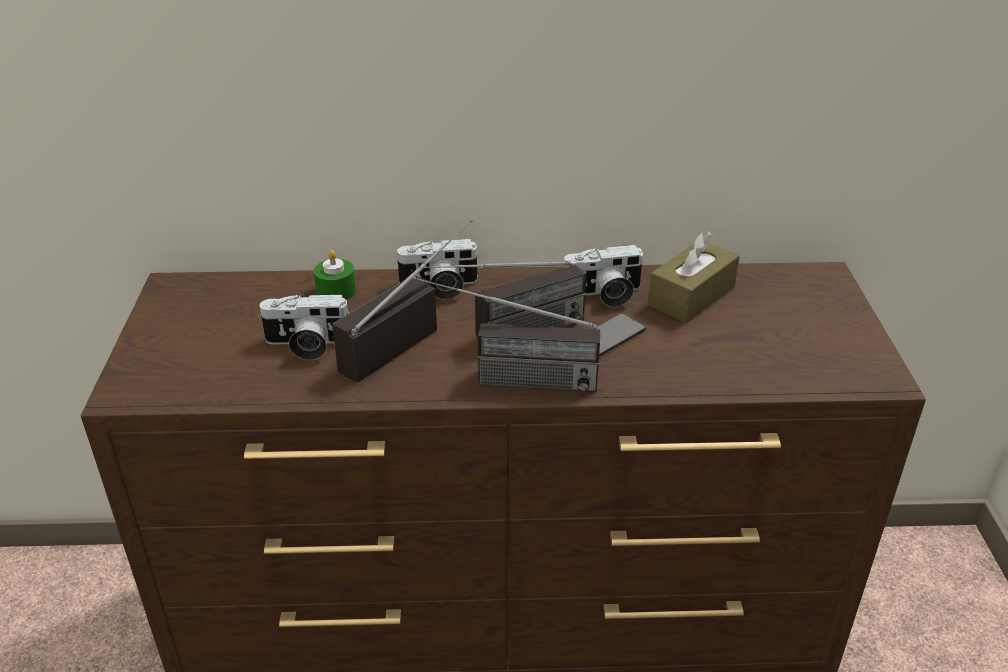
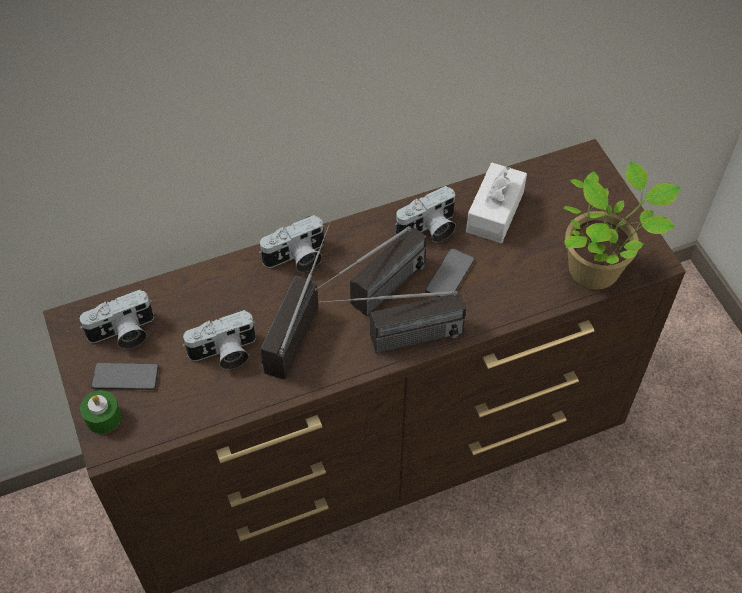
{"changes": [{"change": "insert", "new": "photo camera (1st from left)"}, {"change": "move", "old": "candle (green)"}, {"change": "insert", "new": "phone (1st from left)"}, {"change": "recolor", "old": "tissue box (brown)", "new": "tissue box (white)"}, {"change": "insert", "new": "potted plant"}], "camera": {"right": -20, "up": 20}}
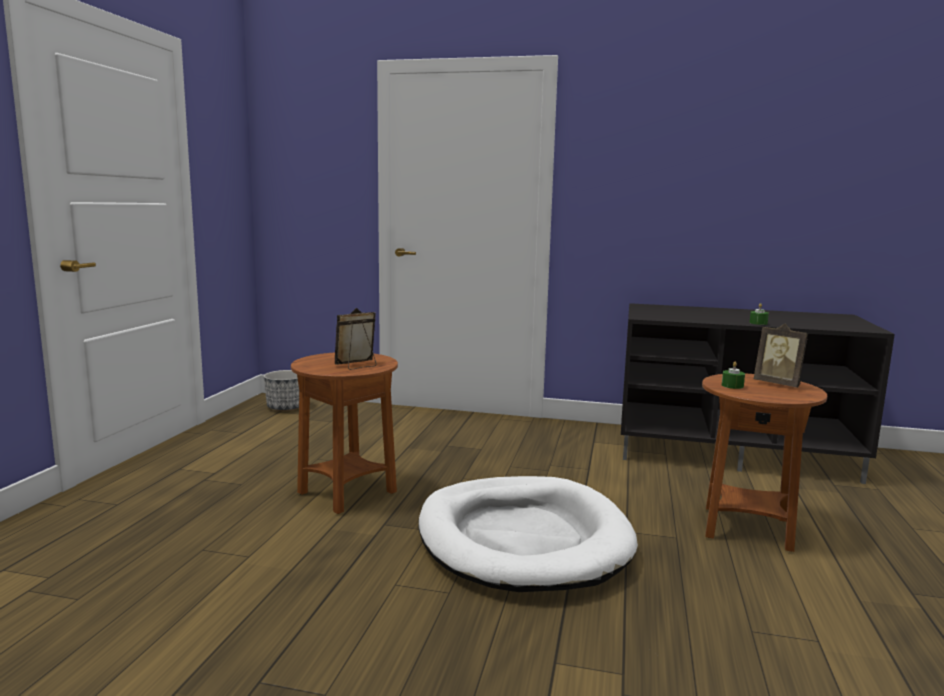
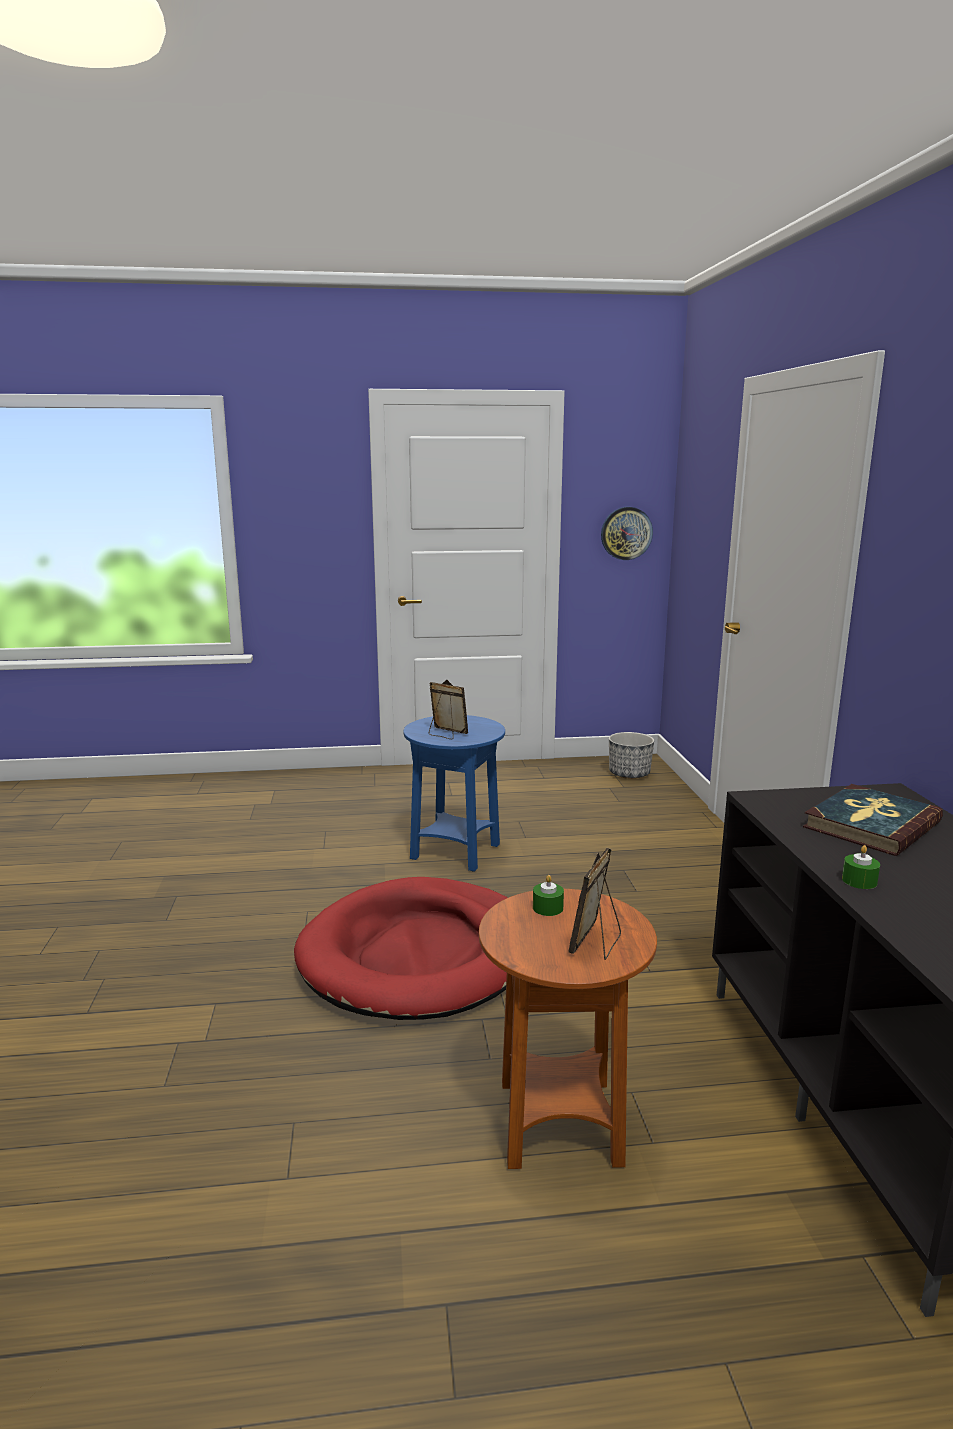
{"changes": [{"change": "recolor", "old": "dog bed (white)", "new": "dog bed (red)"}, {"change": "recolor", "old": "side table (brown) (1st from left)", "new": "side table (blue)"}, {"change": "insert", "new": "wall clock"}, {"change": "insert", "new": "book"}], "camera": {"right": 70, "up": 5}}
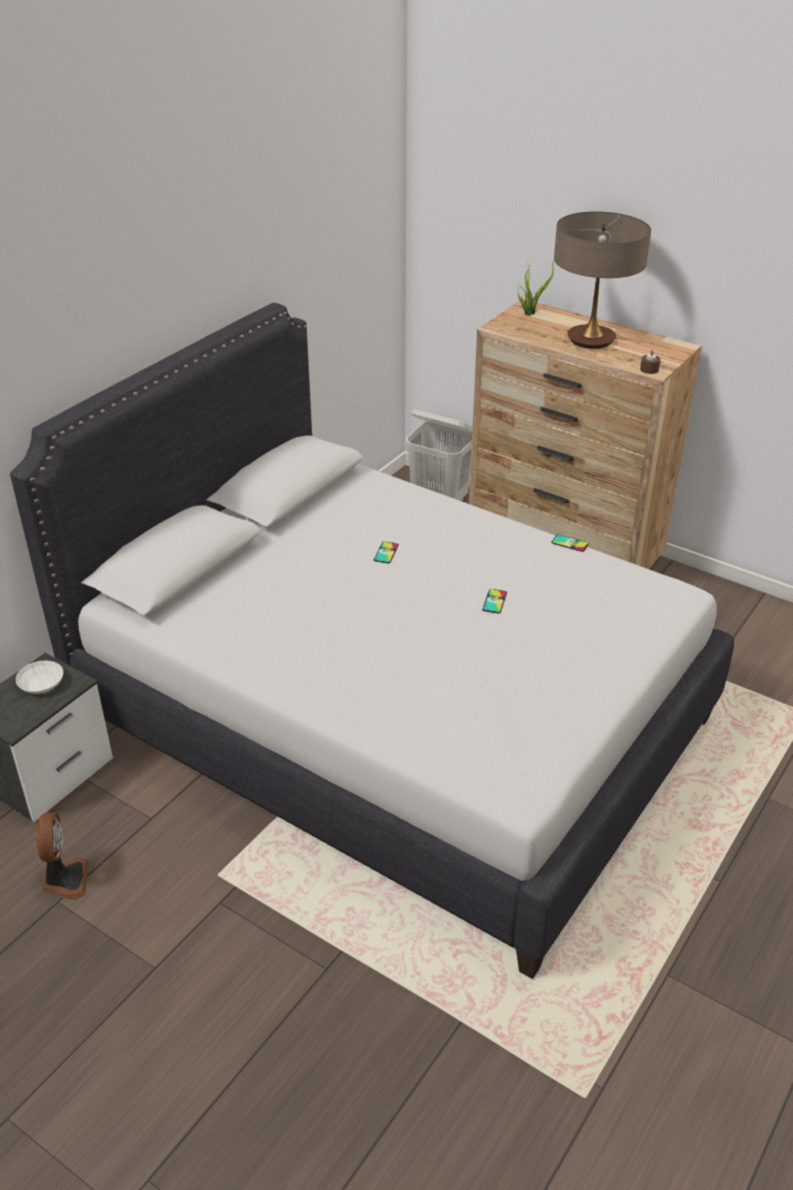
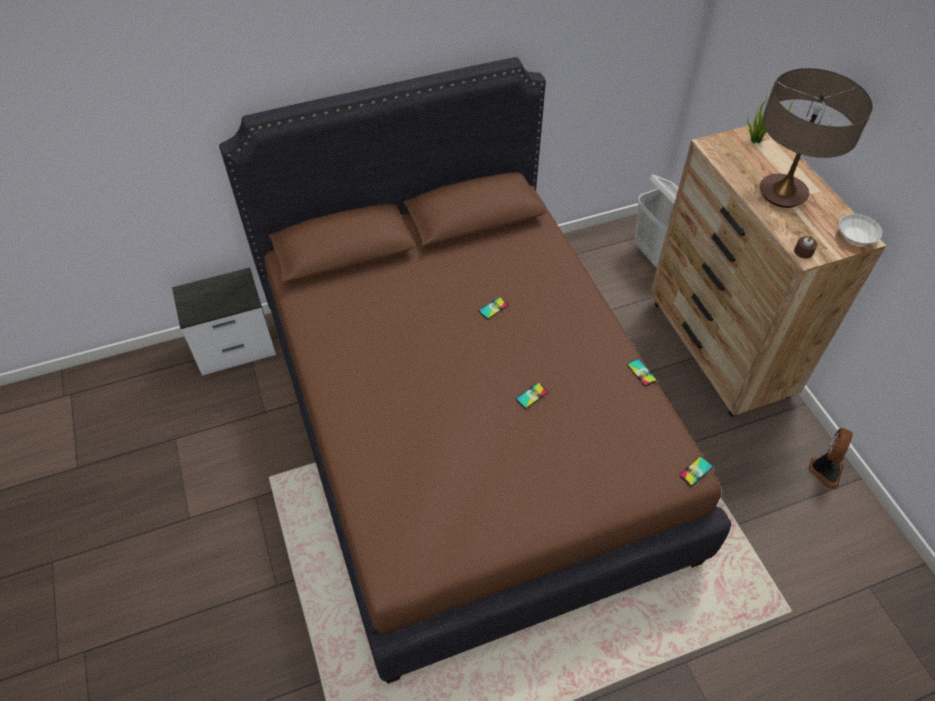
{"changes": [{"change": "recolor", "old": "bed (white)", "new": "bed (brown)"}, {"change": "insert", "new": "phone (4th from left)"}, {"change": "move", "old": "fan"}, {"change": "move", "old": "bowl (white)"}], "camera": {"right": 35, "up": 15}}
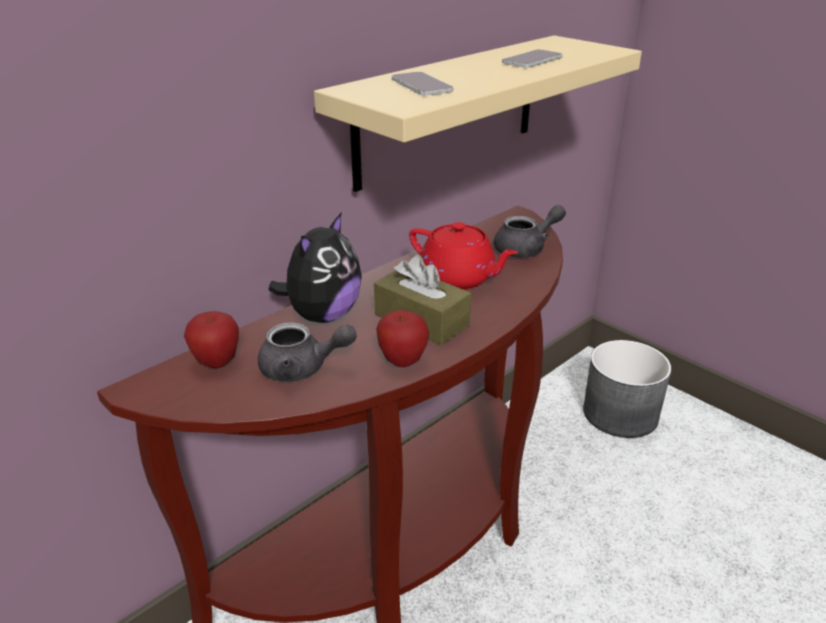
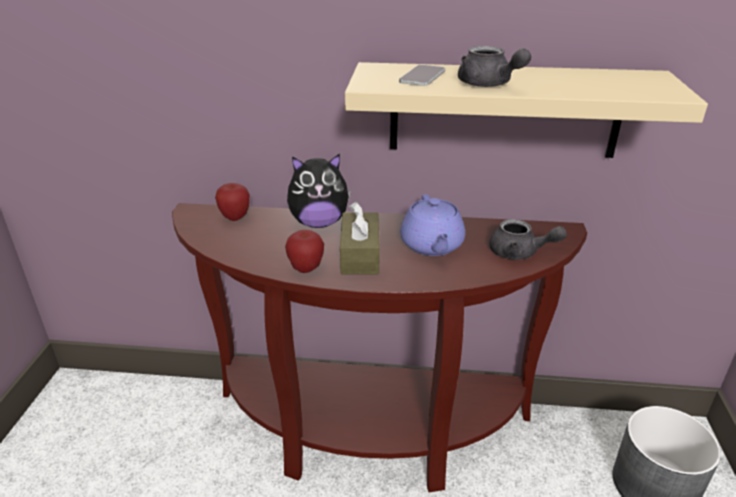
{"changes": [{"change": "recolor", "old": "teapot (red)", "new": "teapot (purple)"}, {"change": "move", "old": "teapot (grey) (1st from left)"}, {"change": "delete", "old": "phone (2nd from left)"}], "camera": {"right": 50, "up": 0}}
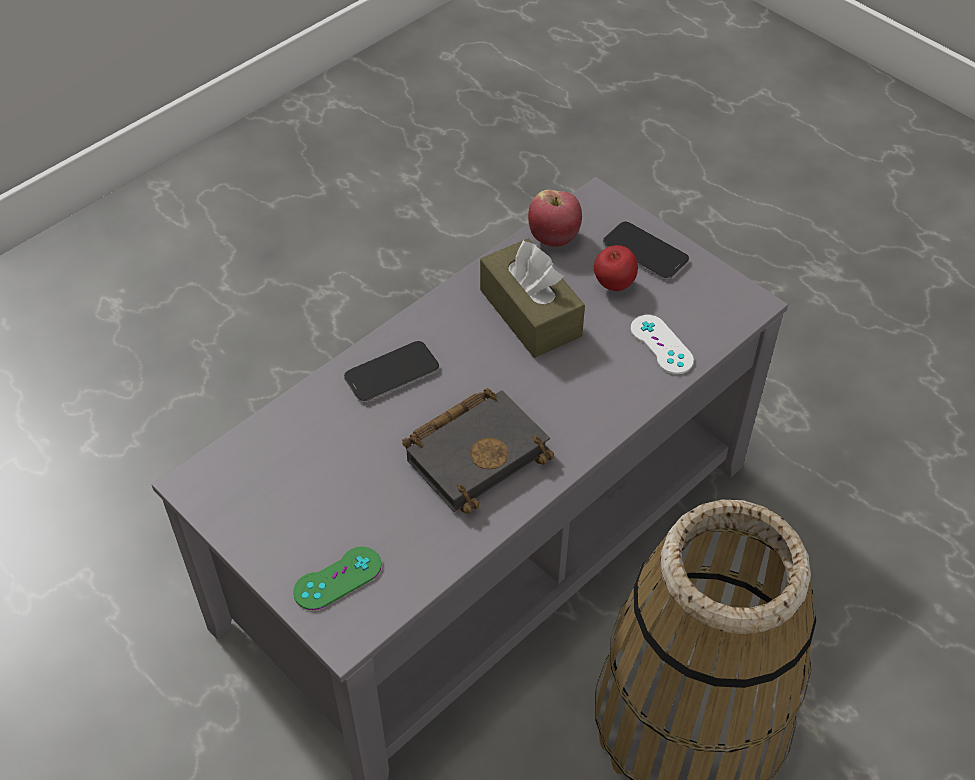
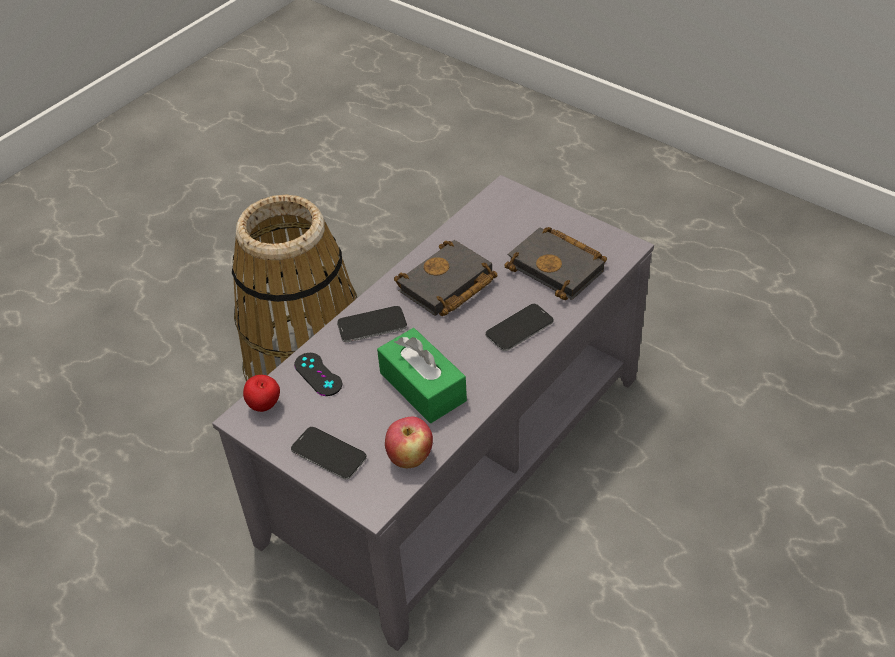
{"changes": [{"change": "move", "old": "apple (2nd from left in the first image)", "new": "apple (1st from left)"}, {"change": "recolor", "old": "game controller (white)", "new": "game controller (black)"}, {"change": "insert", "new": "phone (2nd from left)"}, {"change": "recolor", "old": "tissue box (brown)", "new": "tissue box (green)"}, {"change": "insert", "new": "book (black) (2nd from left)"}, {"change": "delete", "old": "game controller (green)"}], "camera": {"right": 175, "up": -5}}
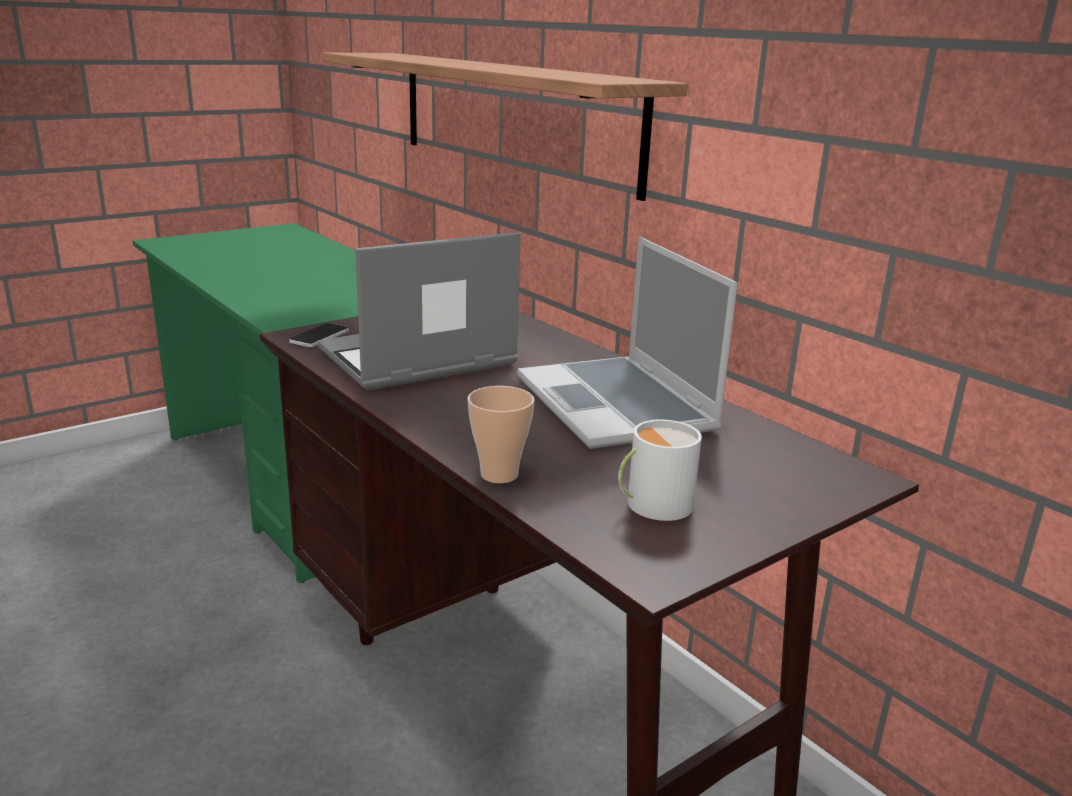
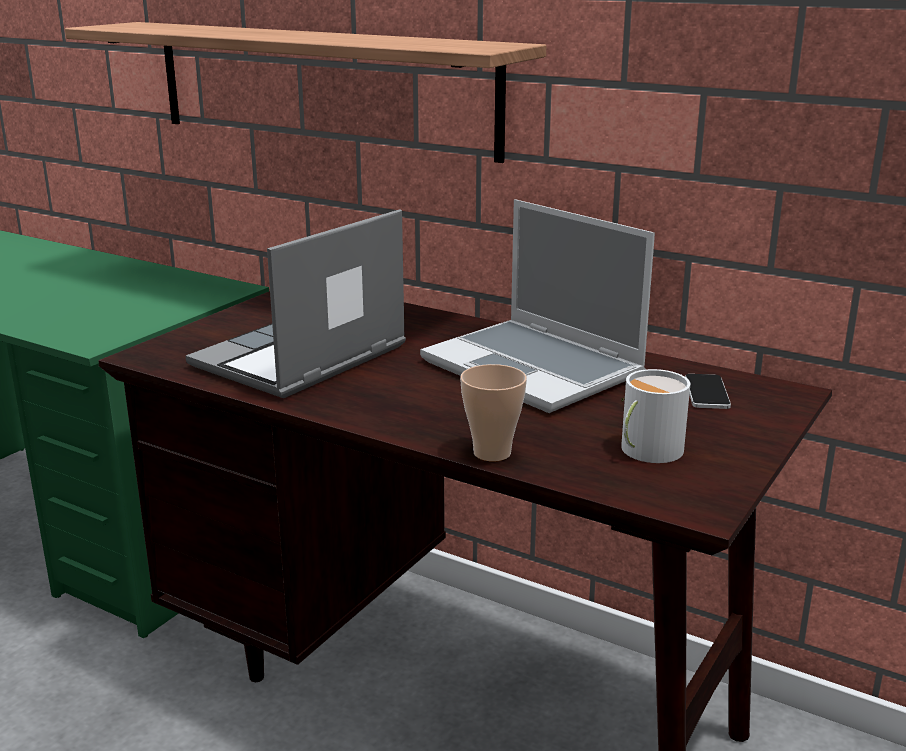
{"changes": [{"change": "move", "old": "phone"}], "camera": {"right": -20, "up": 0}}
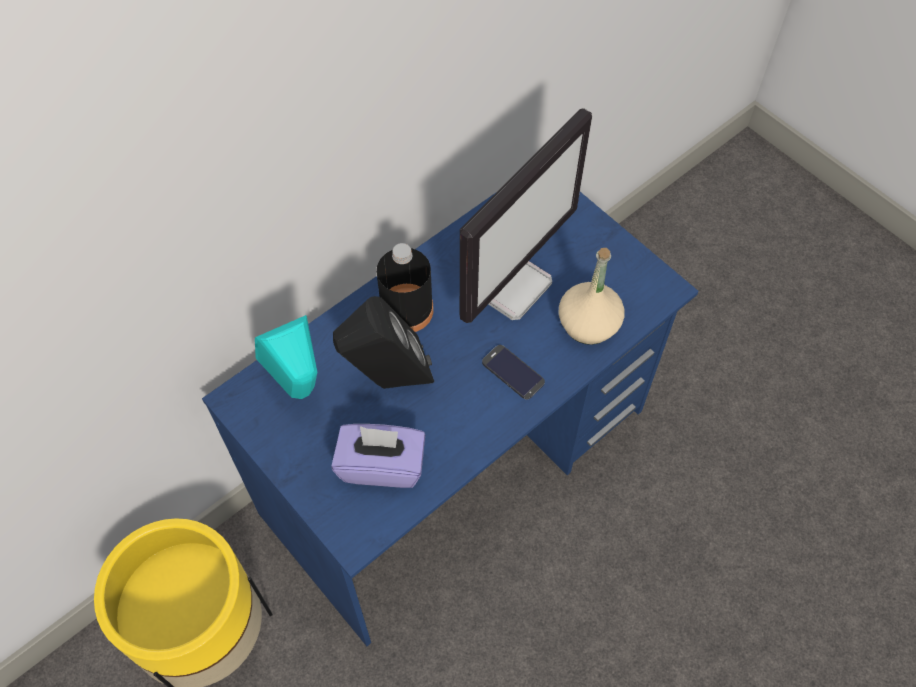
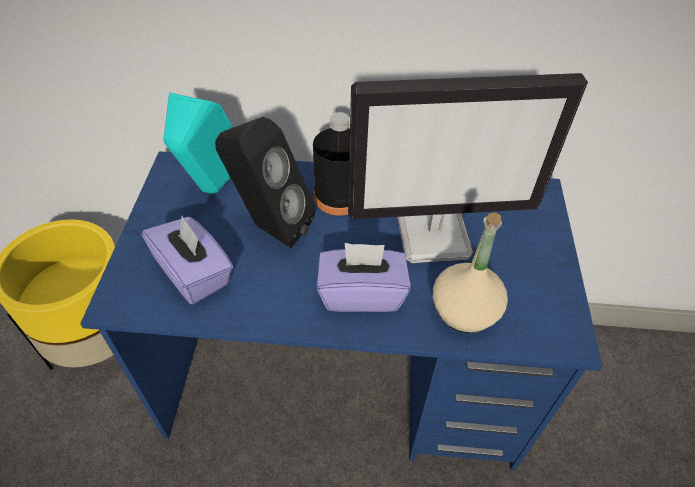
{"changes": [{"change": "replace", "old": "phone", "new": "tissue box (purple) (2nd from left)"}], "camera": {"right": 45, "up": -10}}
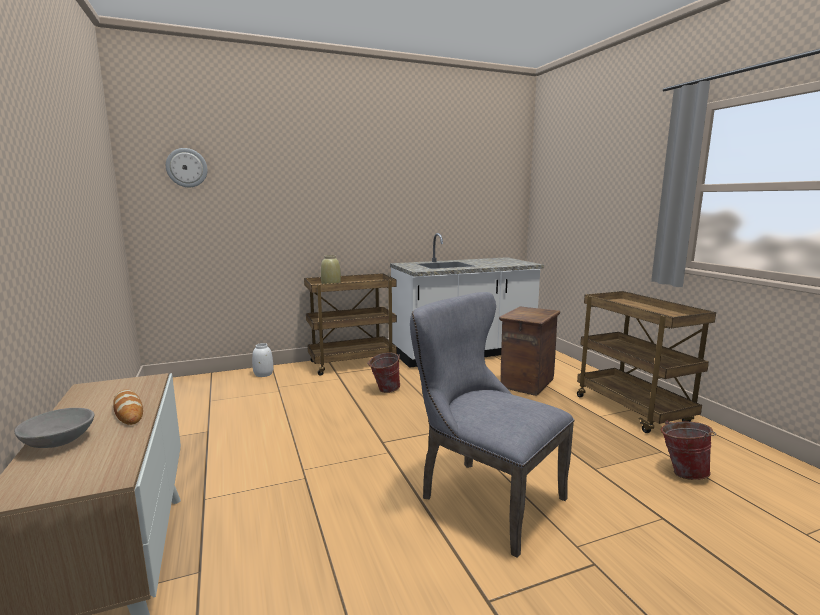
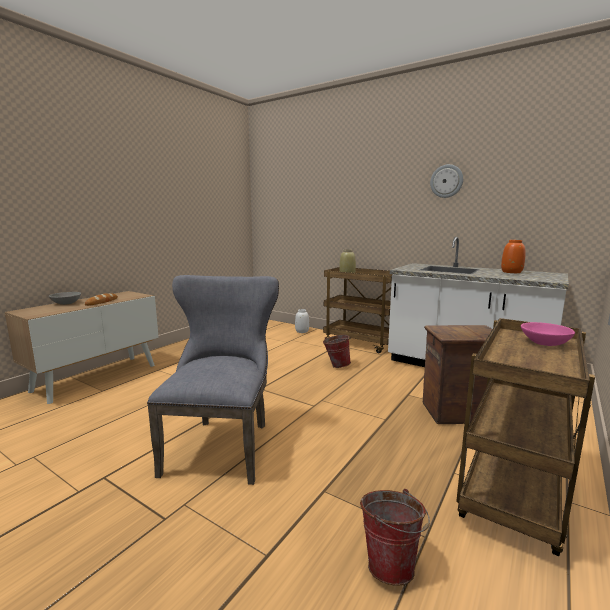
{"changes": [{"change": "move", "old": "wall clock"}, {"change": "insert", "new": "vase (orange)"}, {"change": "insert", "new": "bowl (pink)"}], "camera": {"right": 55, "up": 0}}
